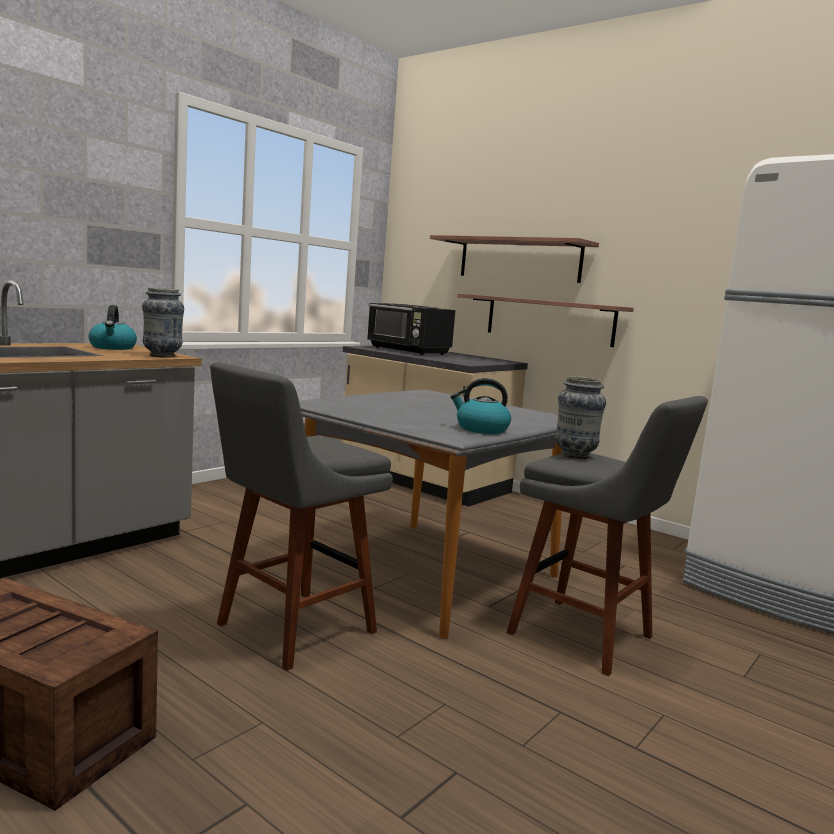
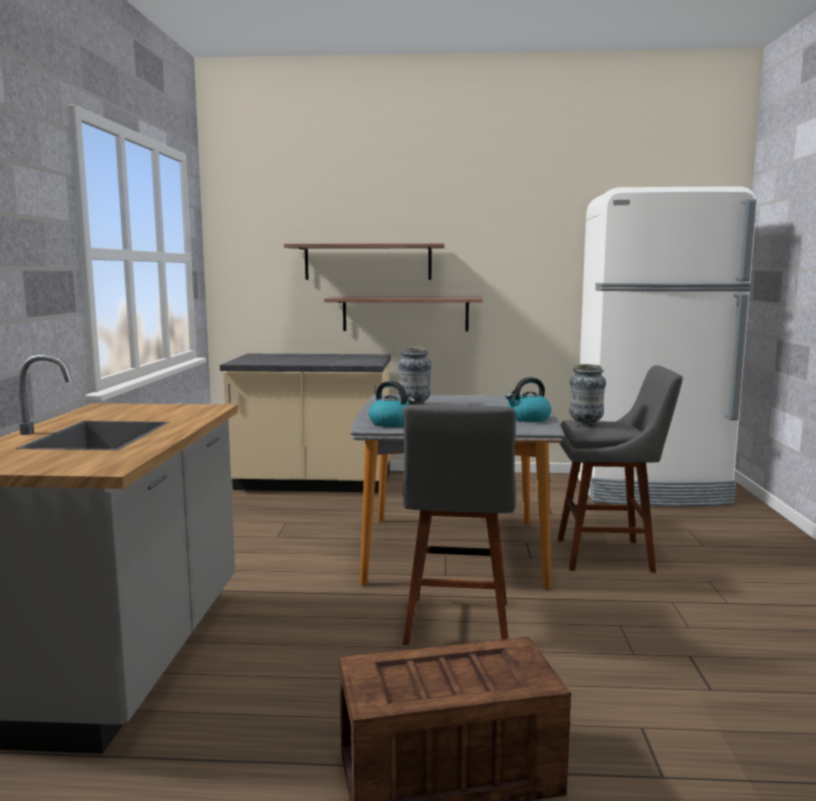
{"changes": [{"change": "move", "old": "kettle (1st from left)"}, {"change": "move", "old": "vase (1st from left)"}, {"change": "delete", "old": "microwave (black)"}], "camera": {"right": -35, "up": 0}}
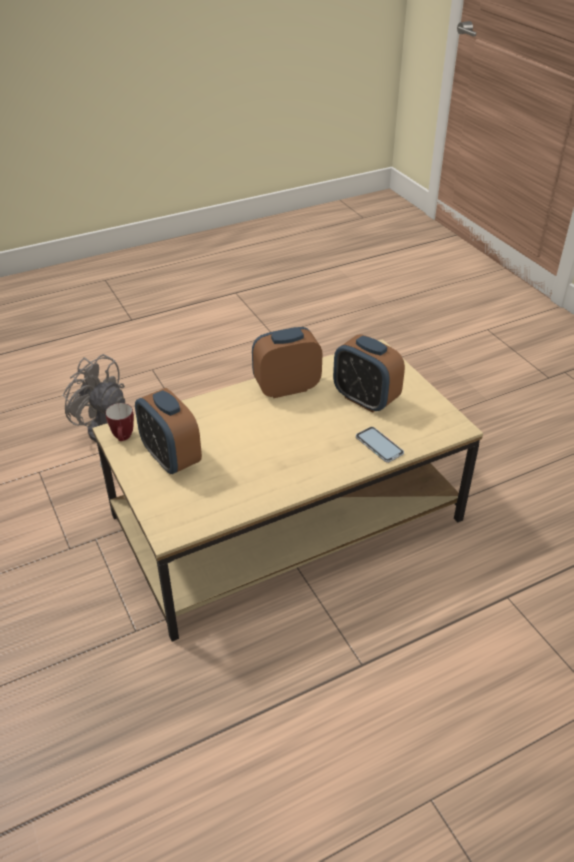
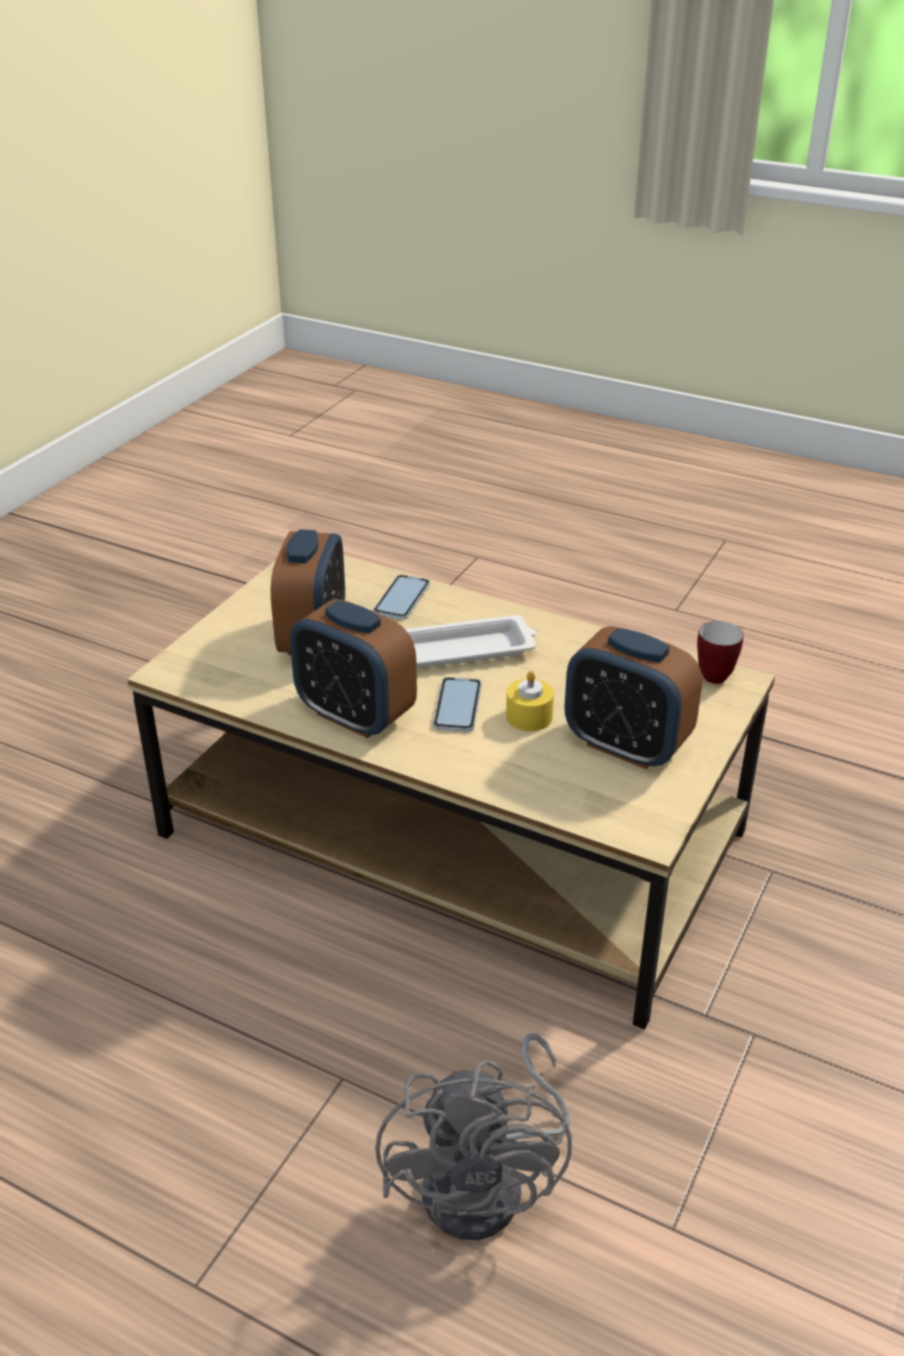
{"changes": [{"change": "insert", "new": "tray (white)"}, {"change": "insert", "new": "phone (2nd from left)"}, {"change": "insert", "new": "candle (yellow)"}, {"change": "rotate", "old": "alarm clock (1st from left in the first image)", "degrees": 105}, {"change": "move", "old": "mug"}], "camera": {"right": -125, "up": -5}}
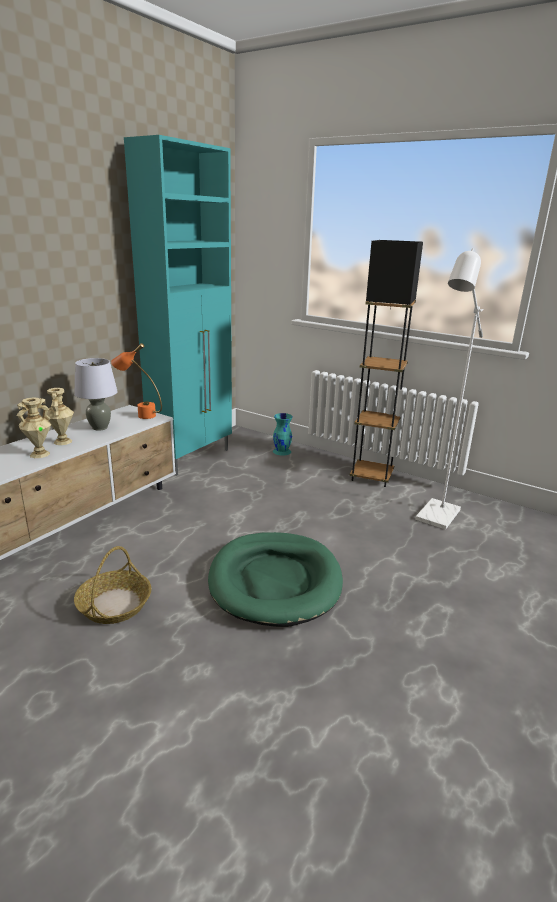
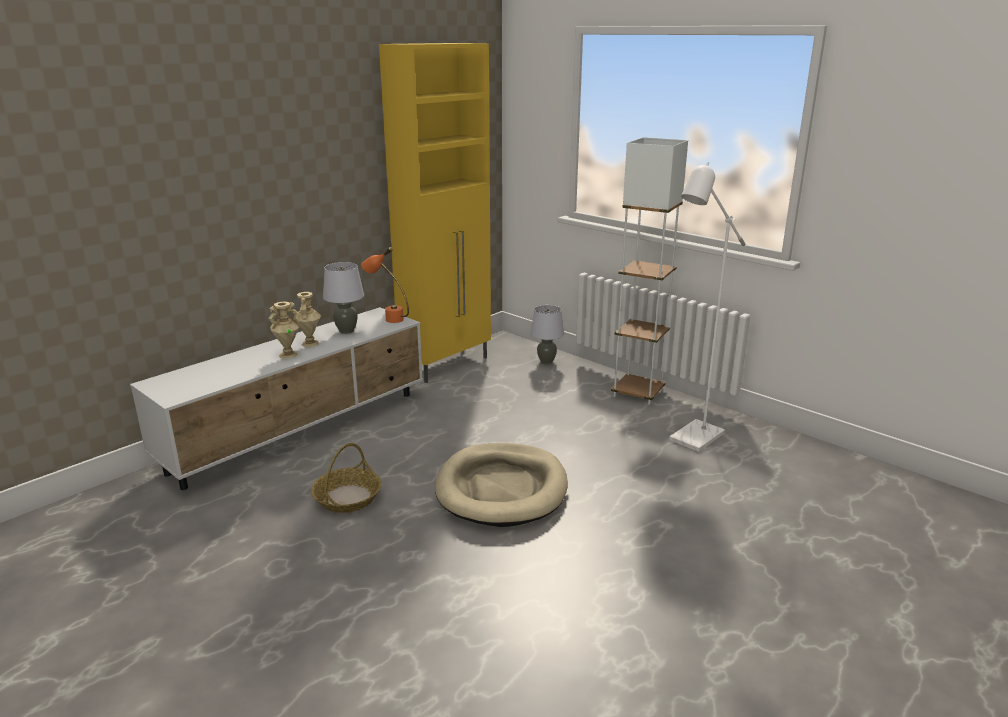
{"changes": [{"change": "recolor", "old": "cabinet (turquoise)", "new": "cabinet (yellow)"}, {"change": "recolor", "old": "dog bed (green)", "new": "dog bed (beige)"}, {"change": "replace", "old": "vase (turquoise)", "new": "table lamp (grey) (2nd from left)"}, {"change": "recolor", "old": "floor lamp (black)", "new": "floor lamp (white) (1st from left)"}], "camera": {"right": 10, "up": 0}}
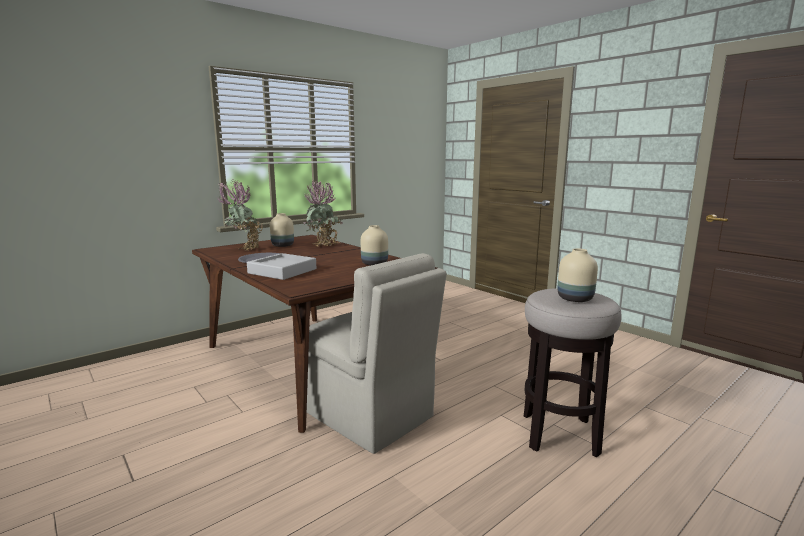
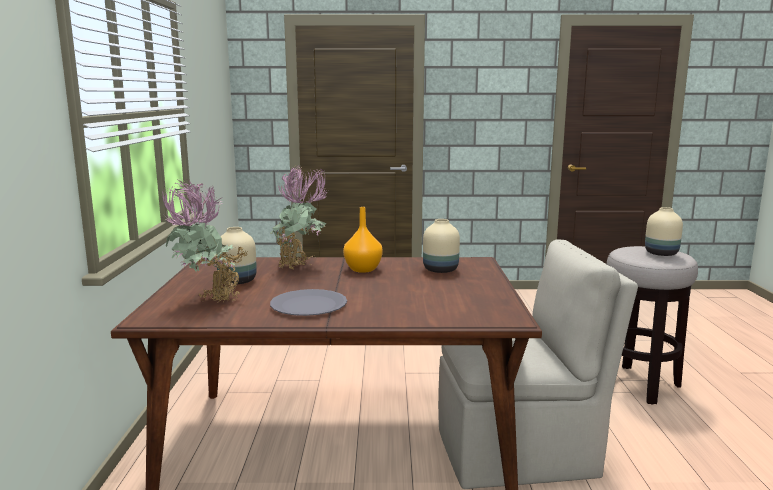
{"changes": [{"change": "insert", "new": "vase (orange)"}, {"change": "delete", "old": "tray (grey)"}], "camera": {"right": -50, "up": 0}}
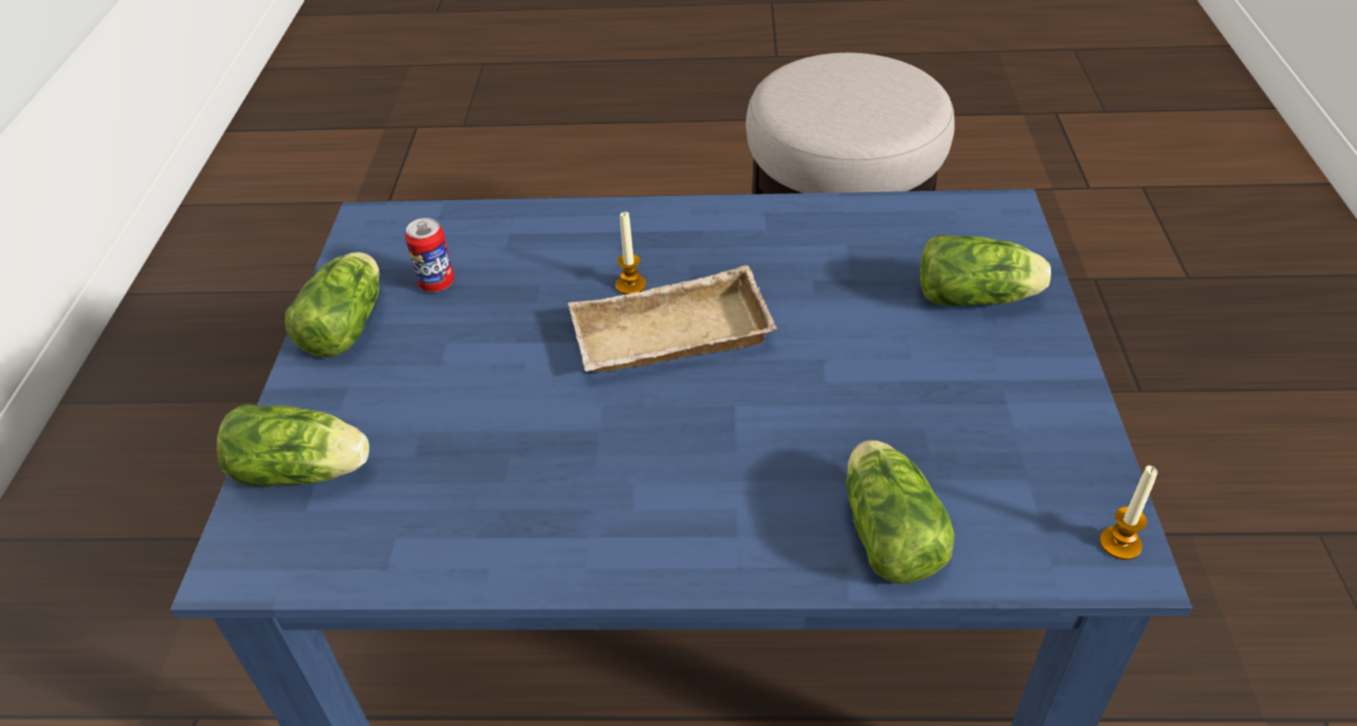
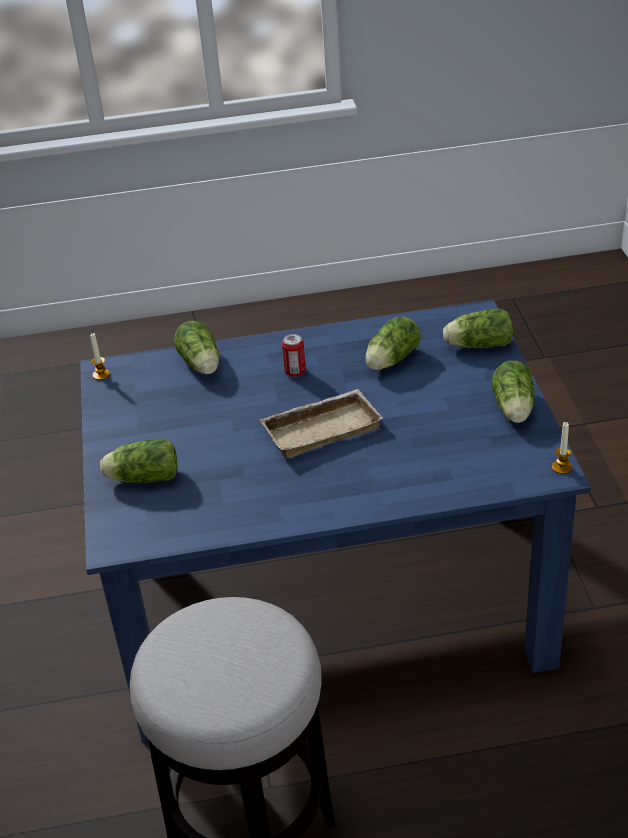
{"changes": [{"change": "move", "old": "can"}, {"change": "insert", "new": "lettuce (3rd from left)"}, {"change": "move", "old": "candle (1st from left in the first image)", "new": "candle (2nd from left)"}], "camera": {"right": 170, "up": -5}}
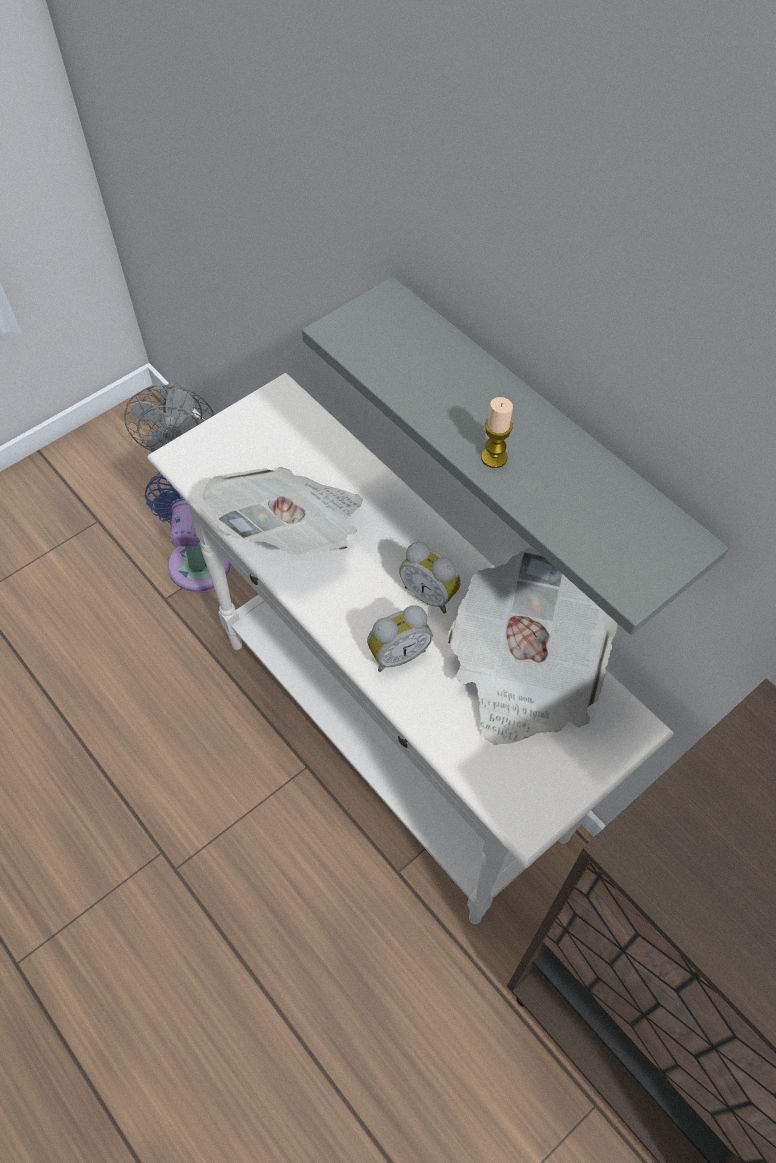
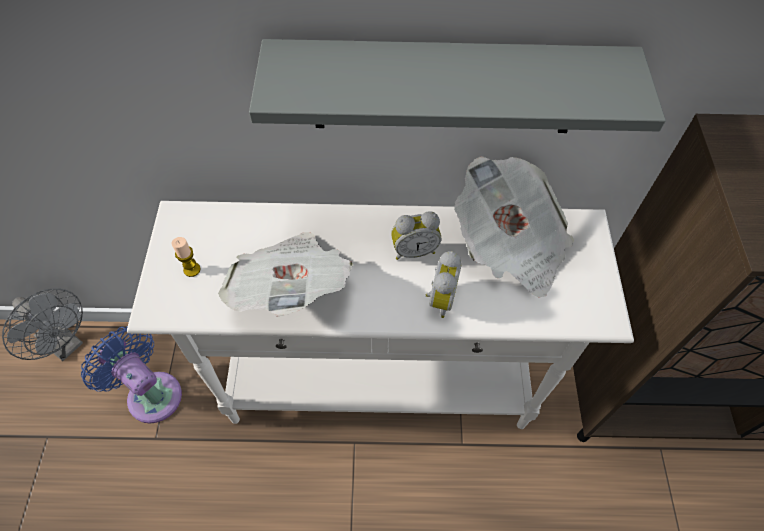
{"changes": [{"change": "move", "old": "candle"}], "camera": {"right": -50, "up": 0}}
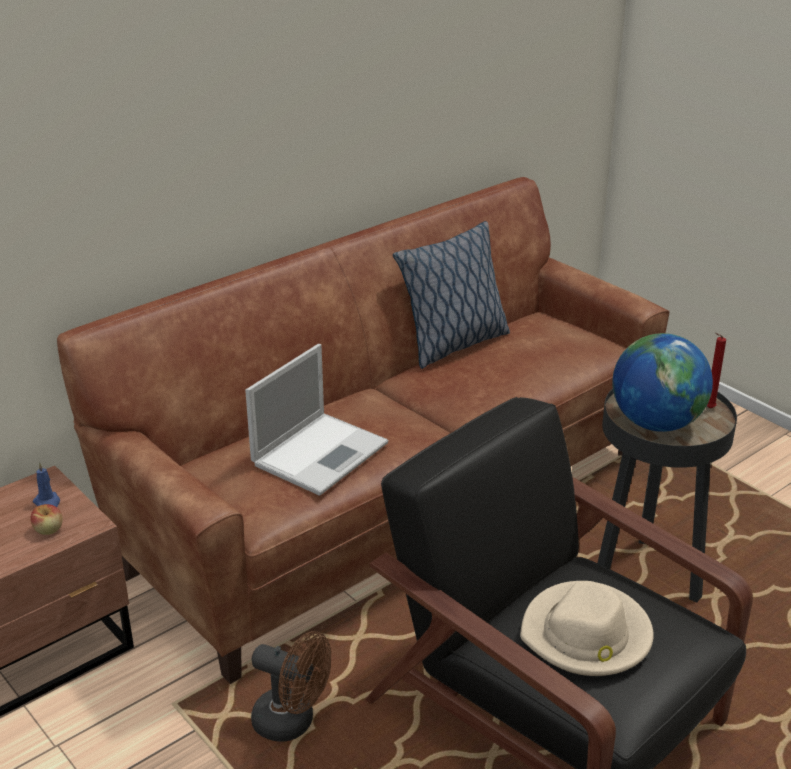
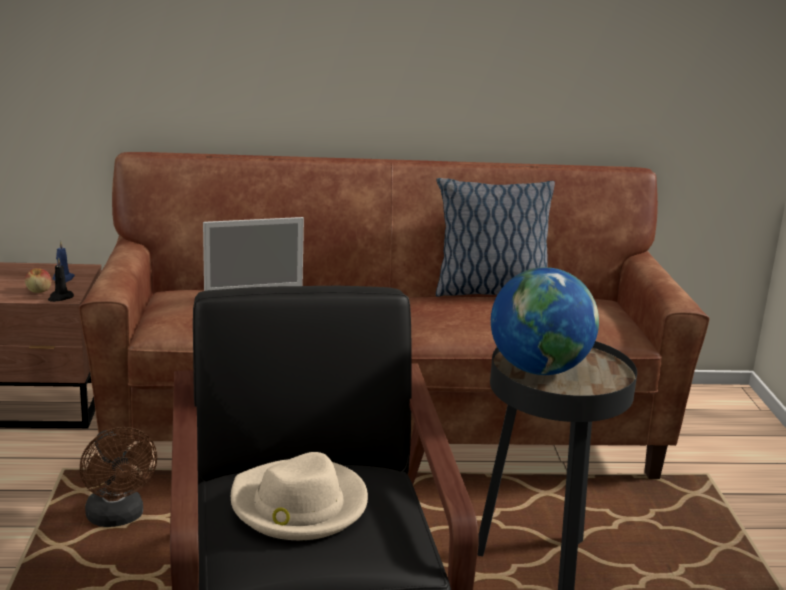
{"changes": [{"change": "insert", "new": "candle (black)"}, {"change": "delete", "old": "candle (red)"}], "camera": {"right": 35, "up": -10}}
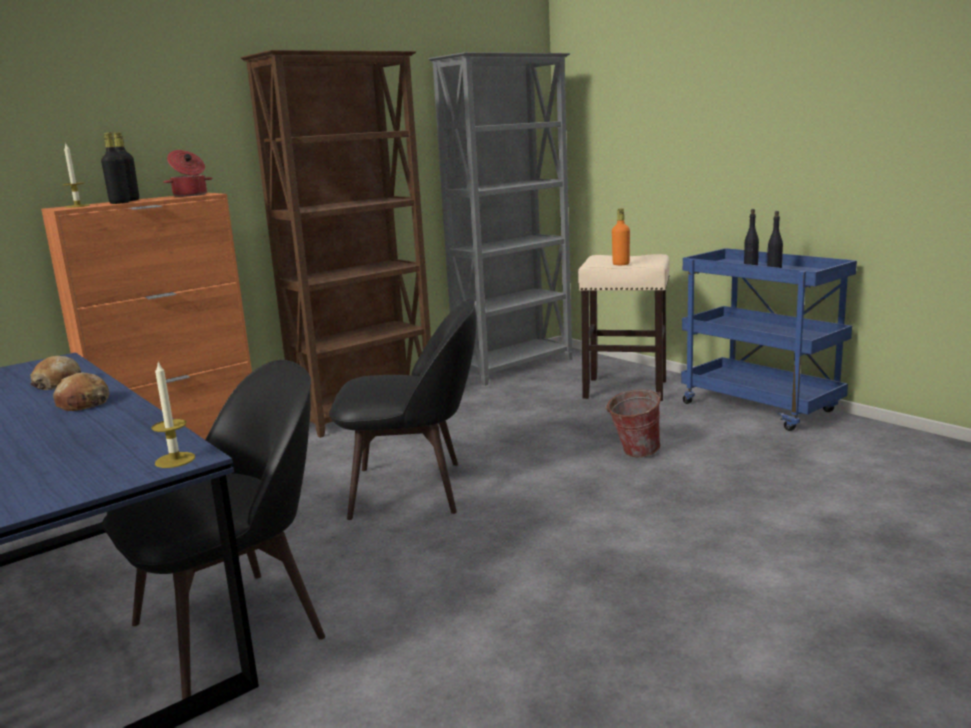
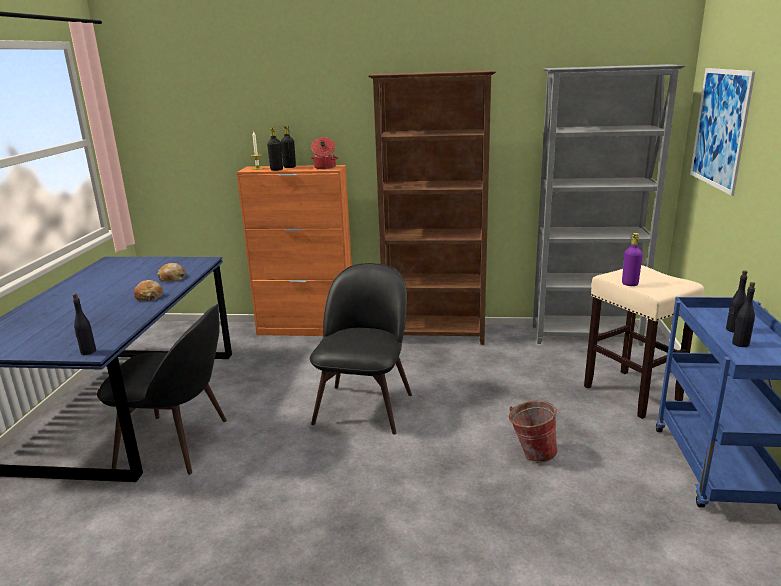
{"changes": [{"change": "replace", "old": "candle (2nd from left)", "new": "bottle (black) (1st from left)"}, {"change": "rotate", "old": "chair (black) (2nd from left)", "degrees": -120}, {"change": "recolor", "old": "bottle (orange)", "new": "bottle (purple)"}, {"change": "insert", "new": "picture"}], "camera": {"right": 45, "up": 5}}
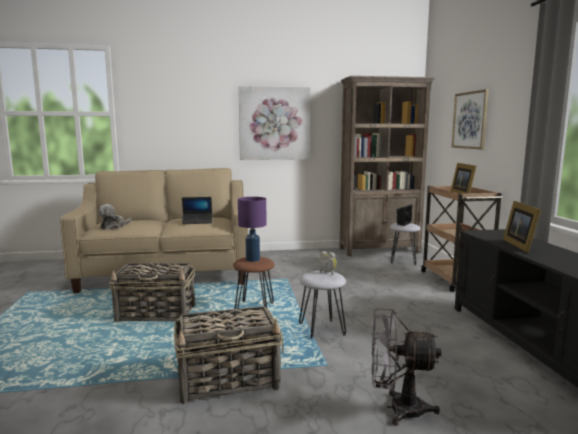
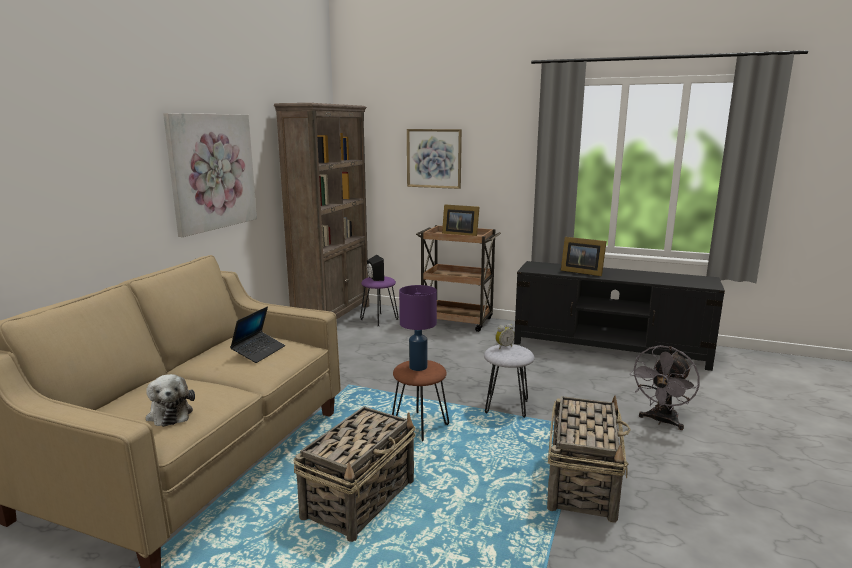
{"changes": [{"change": "recolor", "old": "stool (grey) (2nd from left)", "new": "stool (purple)"}], "camera": {"right": -60, "up": 5}}
